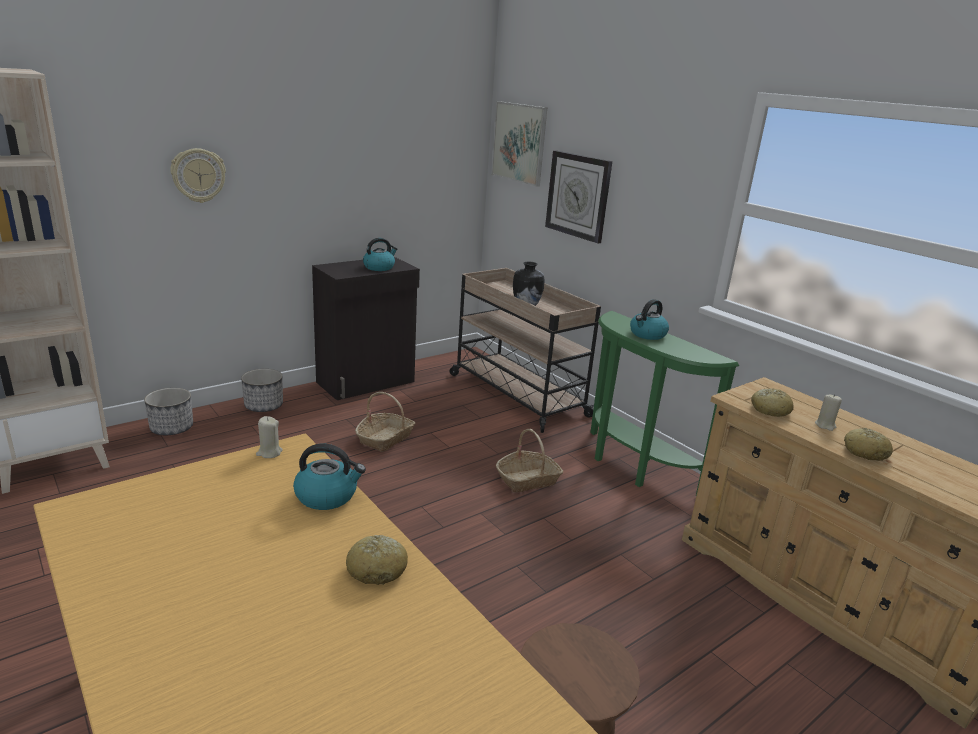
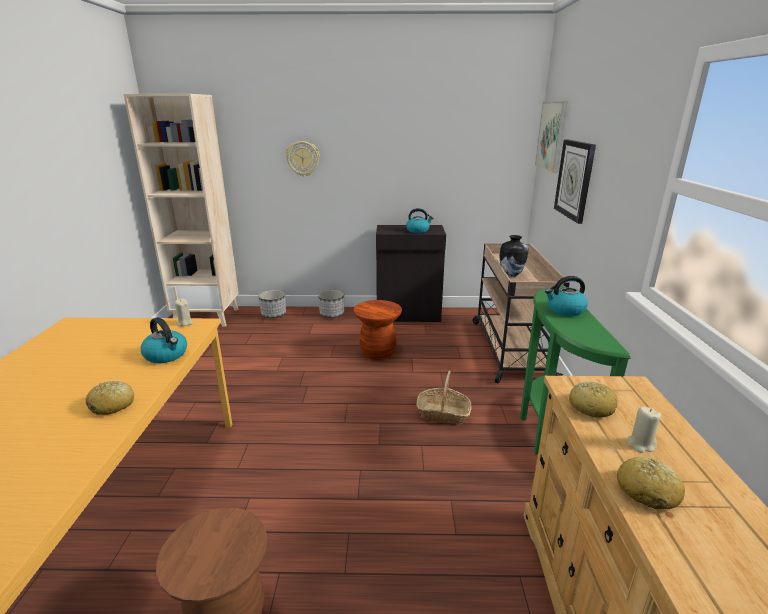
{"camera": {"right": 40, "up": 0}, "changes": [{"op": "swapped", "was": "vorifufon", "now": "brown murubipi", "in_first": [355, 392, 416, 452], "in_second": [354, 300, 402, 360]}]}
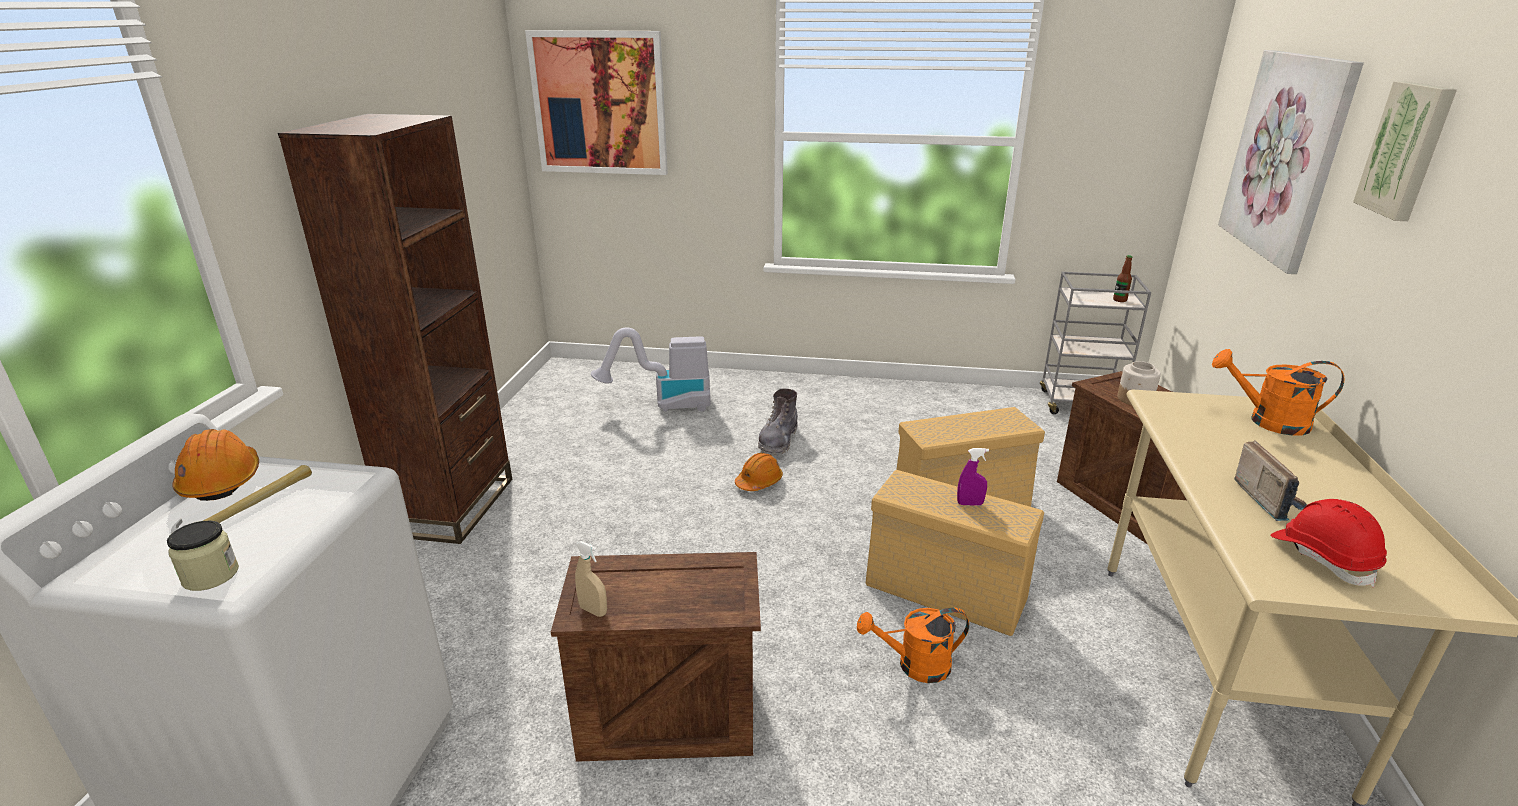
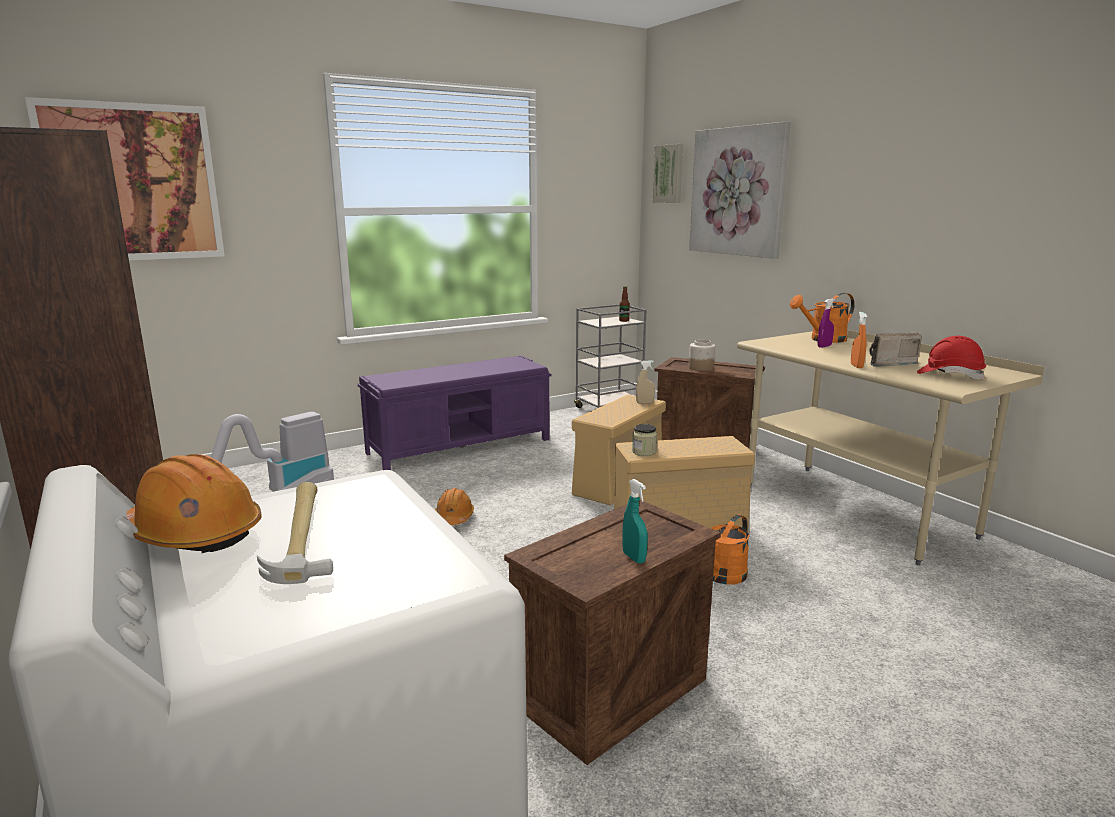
{"camera": {"right": -40, "up": -10}, "changes": [{"op": "gone", "was": "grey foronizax", "in_first": [758, 389, 798, 456]}, {"op": "new", "now": "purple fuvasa", "in_second": [358, 356, 551, 470]}, {"op": "new", "now": "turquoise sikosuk", "in_second": [622, 479, 648, 564]}, {"op": "new", "now": "orange sikosuk", "in_second": [851, 312, 867, 368]}, {"op": "shifted", "was": "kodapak", "in_first": [167, 521, 239, 591], "in_second": [632, 424, 657, 456]}, {"op": "shifted", "was": "beige sikosuk", "in_first": [575, 541, 607, 617], "in_second": [636, 360, 655, 404]}, {"op": "shifted", "was": "purple sikosuk", "in_first": [957, 448, 989, 506], "in_second": [817, 298, 835, 348]}, {"op": "shifted", "was": "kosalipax", "in_first": [1353, 81, 1457, 221], "in_second": [653, 144, 683, 203]}, {"op": "rotated", "was": "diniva", "in_first": [1234, 440, 1307, 521], "in_second": [869, 333, 922, 367], "clockwise": -60}]}
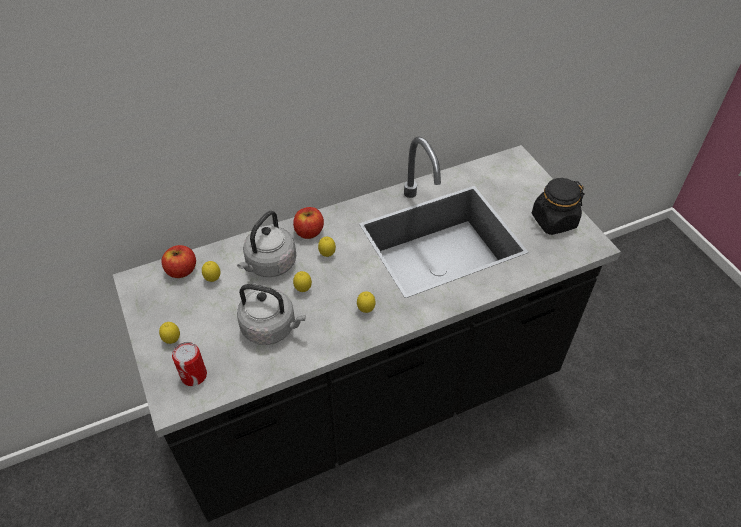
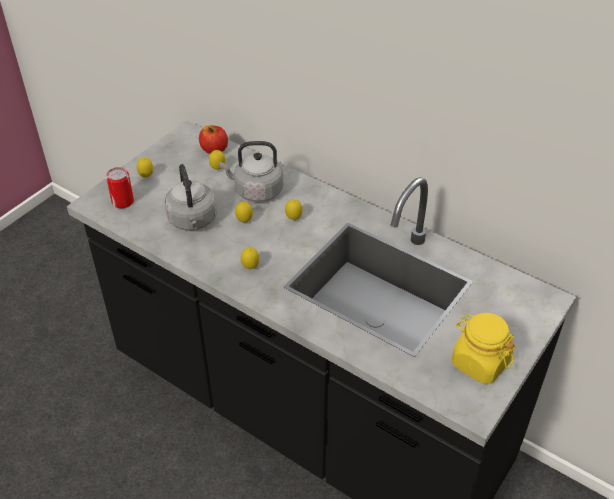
{"camera": {"right": 60, "up": -5}, "changes": [{"op": "gone", "was": "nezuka", "in_first": [293, 207, 324, 239]}, {"op": "repainted", "was": "black kodapak", "now": "yellow kodapak", "in_first": [532, 178, 585, 235], "in_second": [452, 313, 515, 384]}]}
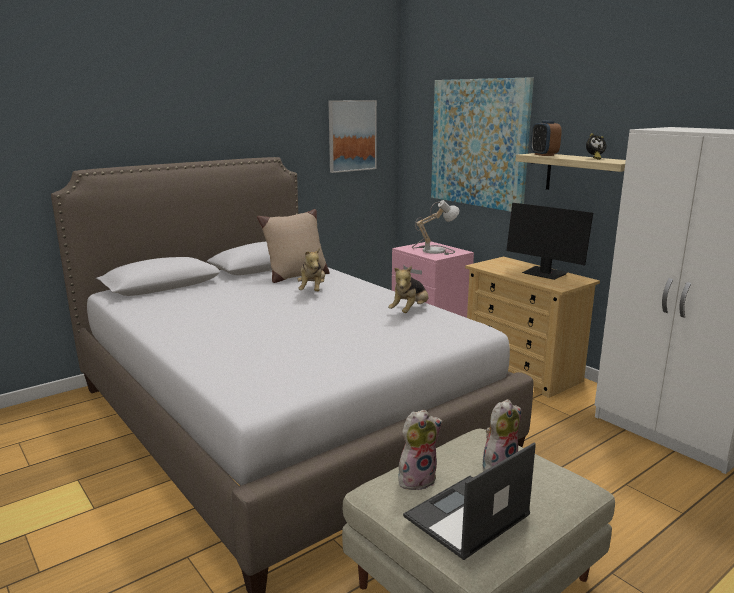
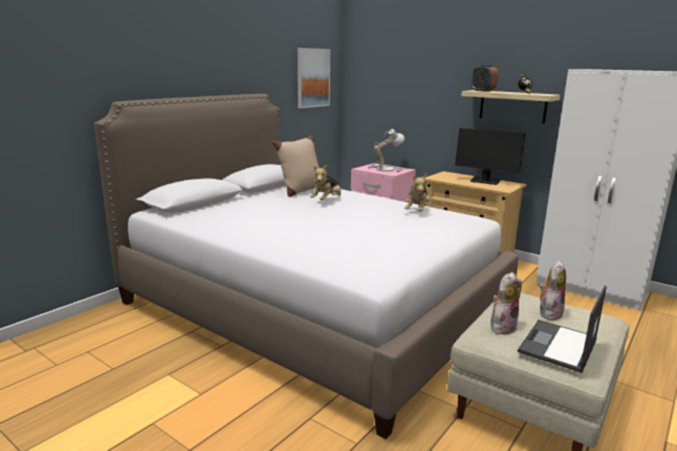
{"camera": {"right": -15, "up": 0}, "changes": [{"op": "gone", "was": "kosalipax", "in_first": [431, 77, 534, 212]}, {"op": "rotated", "was": "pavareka", "in_first": [297, 248, 325, 291], "in_second": [310, 165, 341, 201], "clockwise": 45}]}
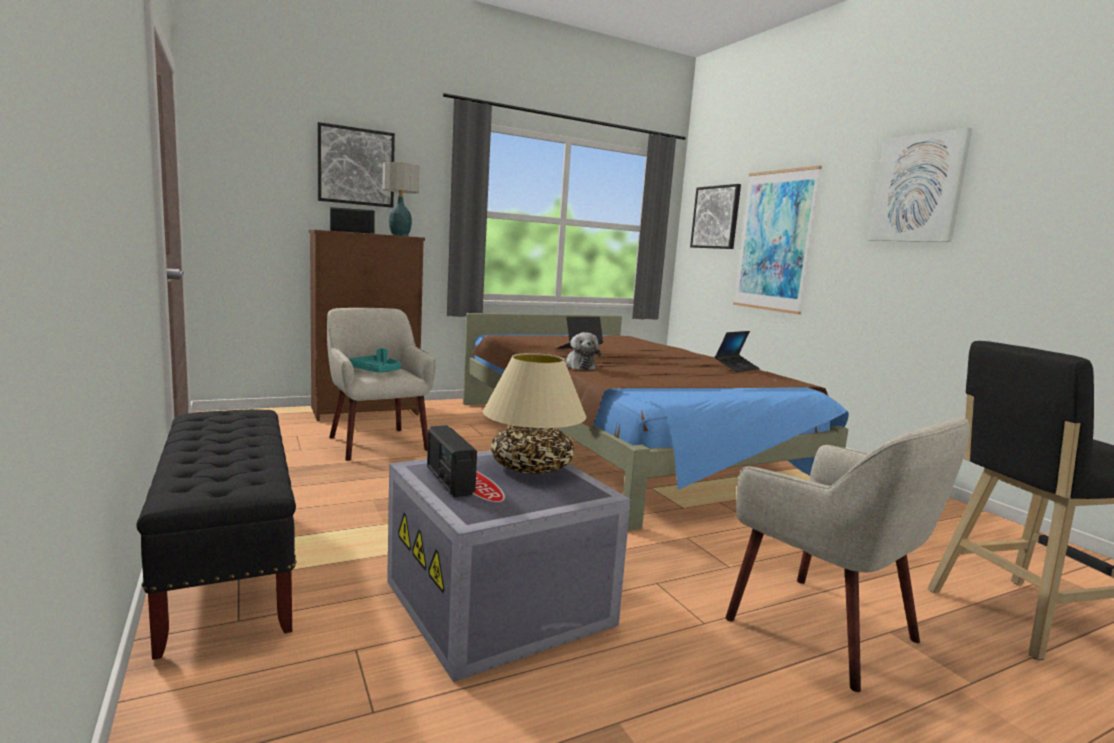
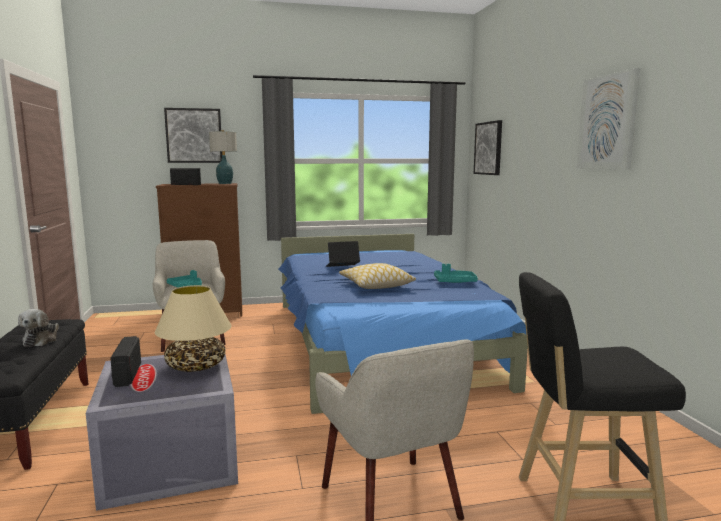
{"camera": {"right": 15, "up": 0}, "changes": [{"op": "gone", "was": "kosalipax", "in_first": [733, 166, 822, 315]}, {"op": "new", "now": "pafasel", "in_second": [339, 263, 416, 289]}, {"op": "shifted", "was": "pavareka", "in_first": [566, 332, 601, 370], "in_second": [18, 309, 59, 347]}, {"op": "swapped", "was": "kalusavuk", "now": "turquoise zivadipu", "in_first": [715, 331, 760, 372], "in_second": [434, 264, 478, 283]}, {"op": "repainted", "was": "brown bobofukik", "now": "blue bobofukik", "in_first": [463, 313, 849, 531], "in_second": [278, 234, 528, 414]}]}
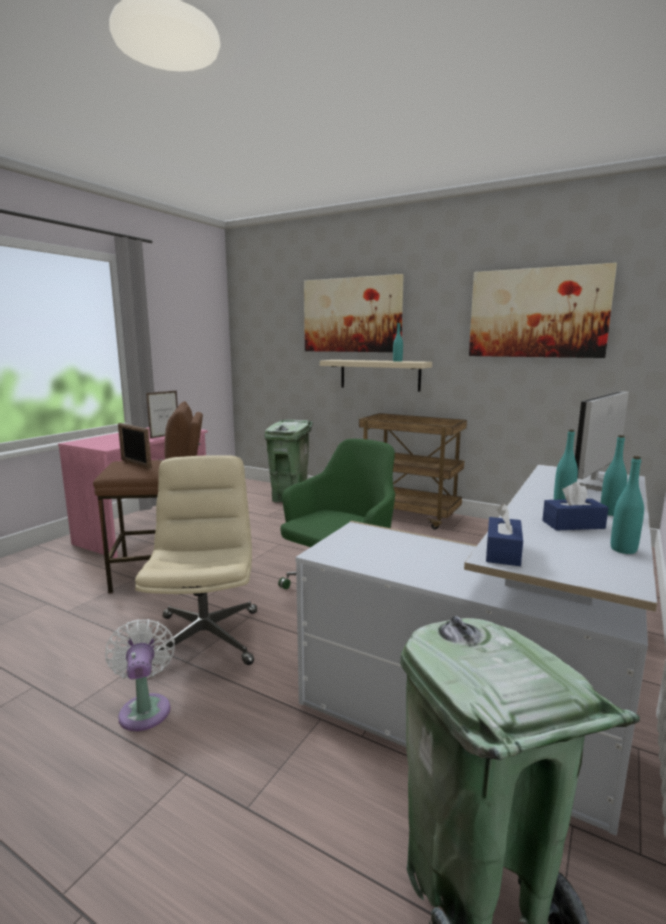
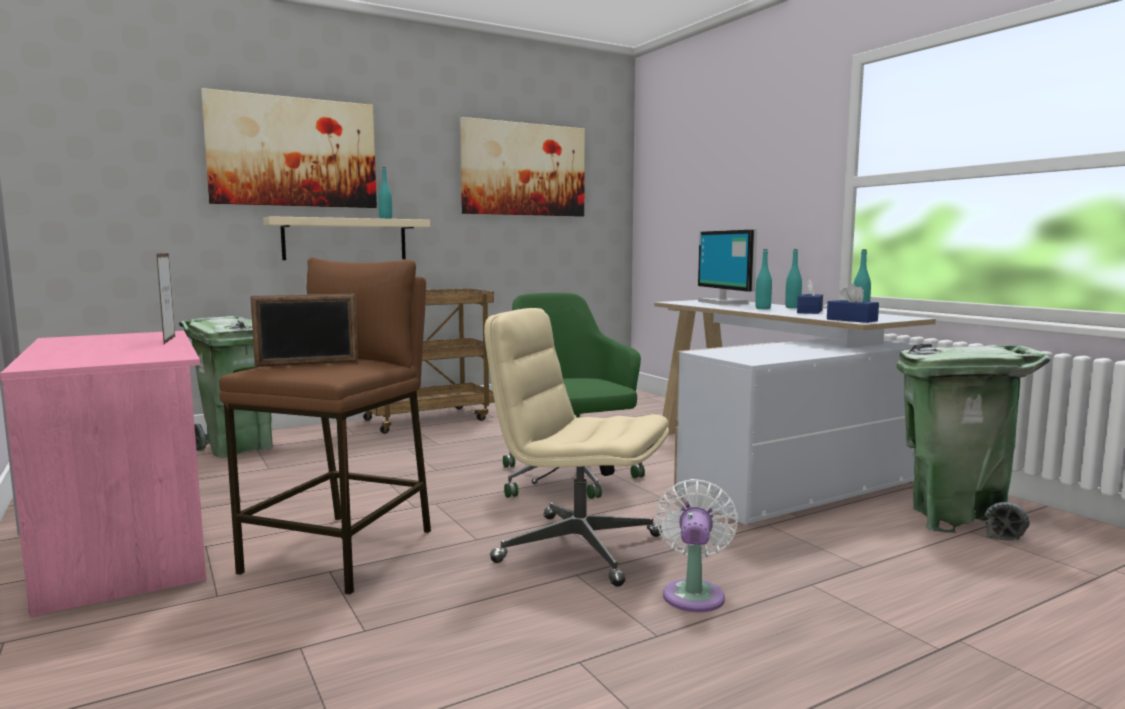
{"camera": {"right": -60, "up": -5}, "changes": [{"op": "rotated", "was": "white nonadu", "in_first": [105, 619, 175, 731], "in_second": [656, 479, 738, 612], "clockwise": 90}]}
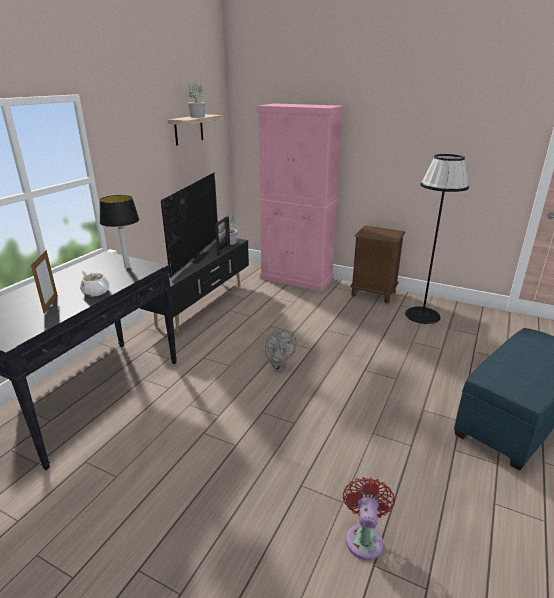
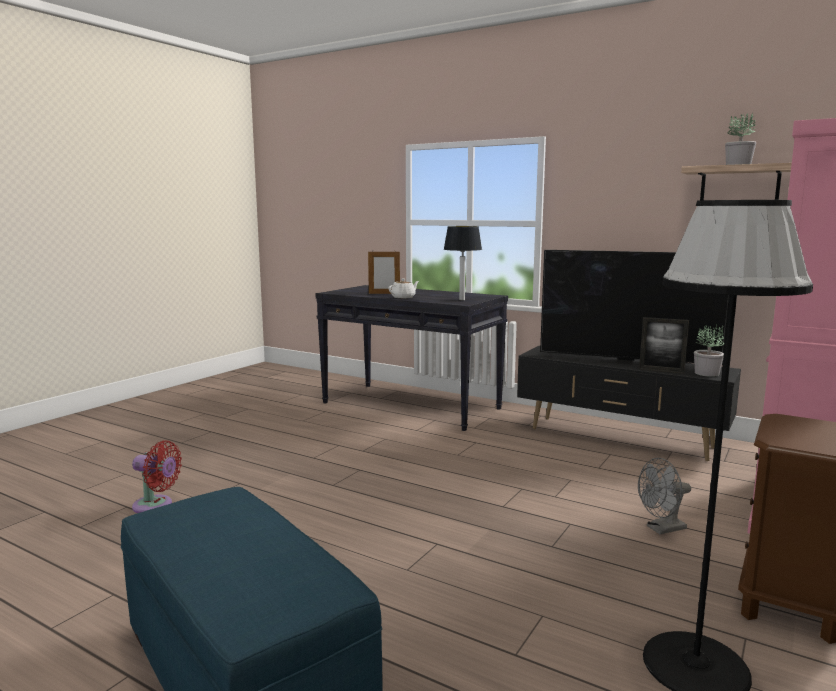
{"camera": {"right": 95, "up": -15}, "changes": [{"op": "shifted", "was": "grey nonadu", "in_first": [265, 330, 297, 371], "in_second": [638, 458, 691, 534]}]}
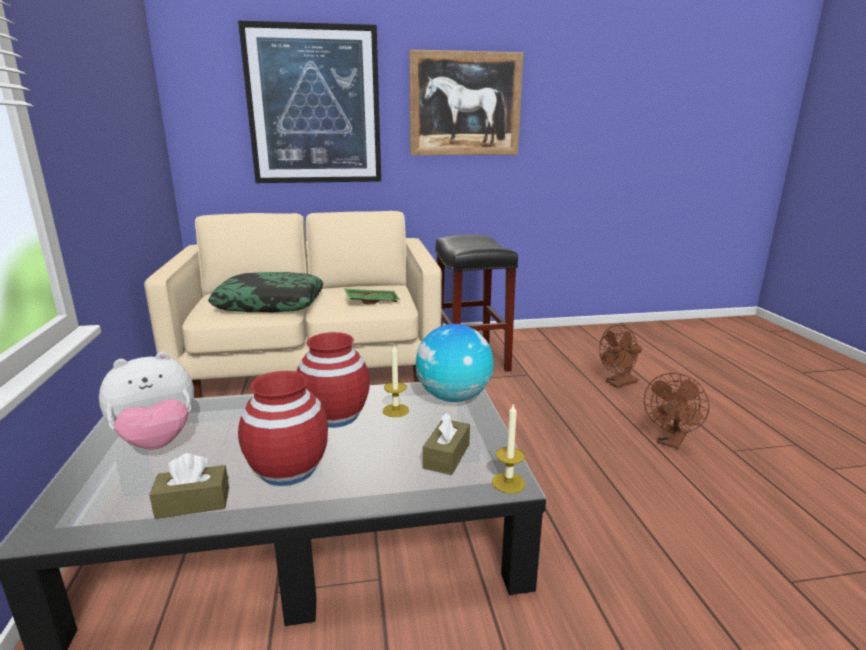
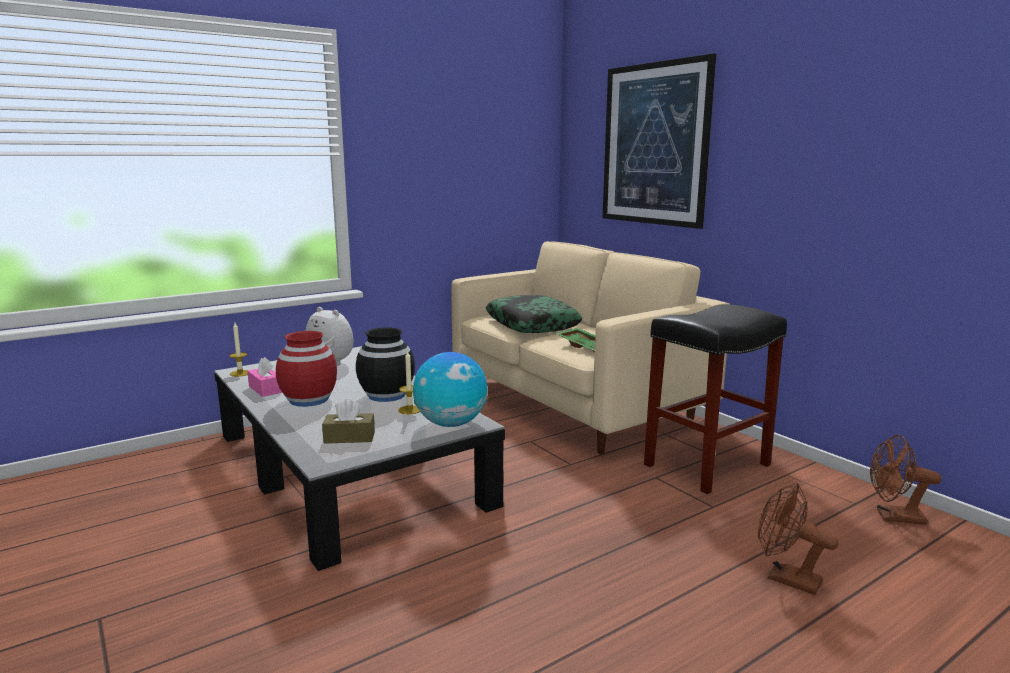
{"camera": {"right": 65, "up": -5}, "changes": [{"op": "gone", "was": "kosalipax", "in_first": [409, 50, 524, 155]}, {"op": "shifted", "was": "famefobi", "in_first": [492, 403, 525, 494], "in_second": [229, 323, 248, 377]}, {"op": "shifted", "was": "brown nonadu", "in_first": [644, 373, 709, 449], "in_second": [870, 435, 942, 525]}, {"op": "repainted", "was": "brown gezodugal", "now": "pink gezodugal", "in_first": [149, 453, 229, 519], "in_second": [247, 357, 282, 397]}, {"op": "repainted", "was": "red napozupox", "now": "black napozupox", "in_first": [297, 332, 370, 428], "in_second": [356, 328, 415, 402]}]}
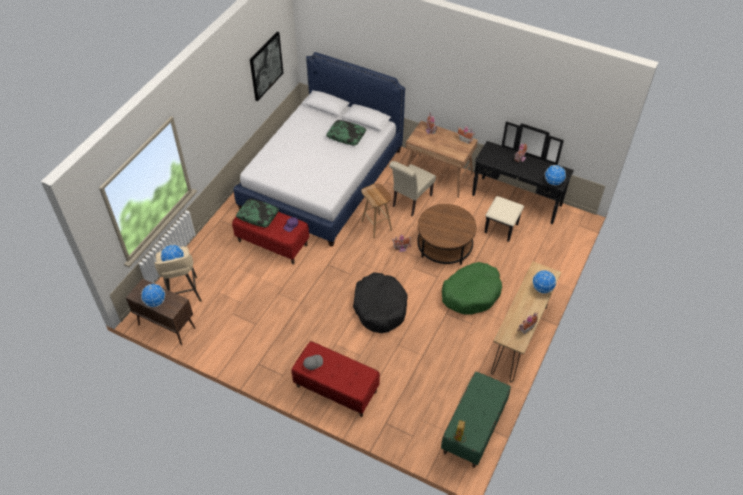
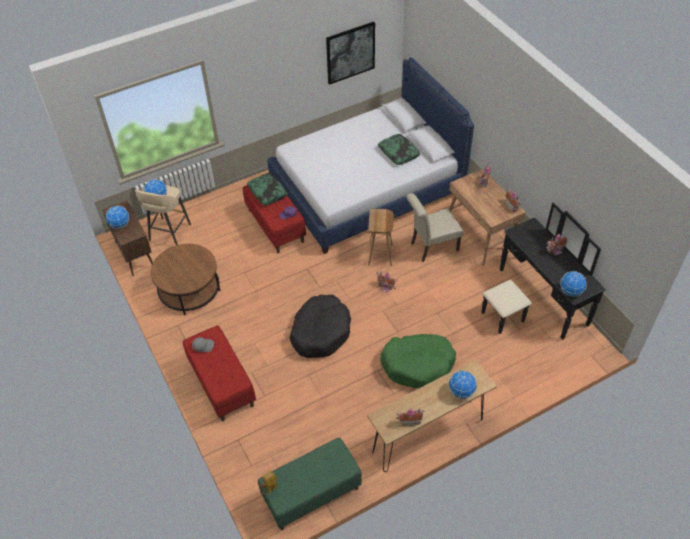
{"camera": {"right": 35, "up": 0}, "changes": [{"op": "shifted", "was": "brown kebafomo", "in_first": [417, 204, 476, 265], "in_second": [151, 244, 220, 315]}]}
